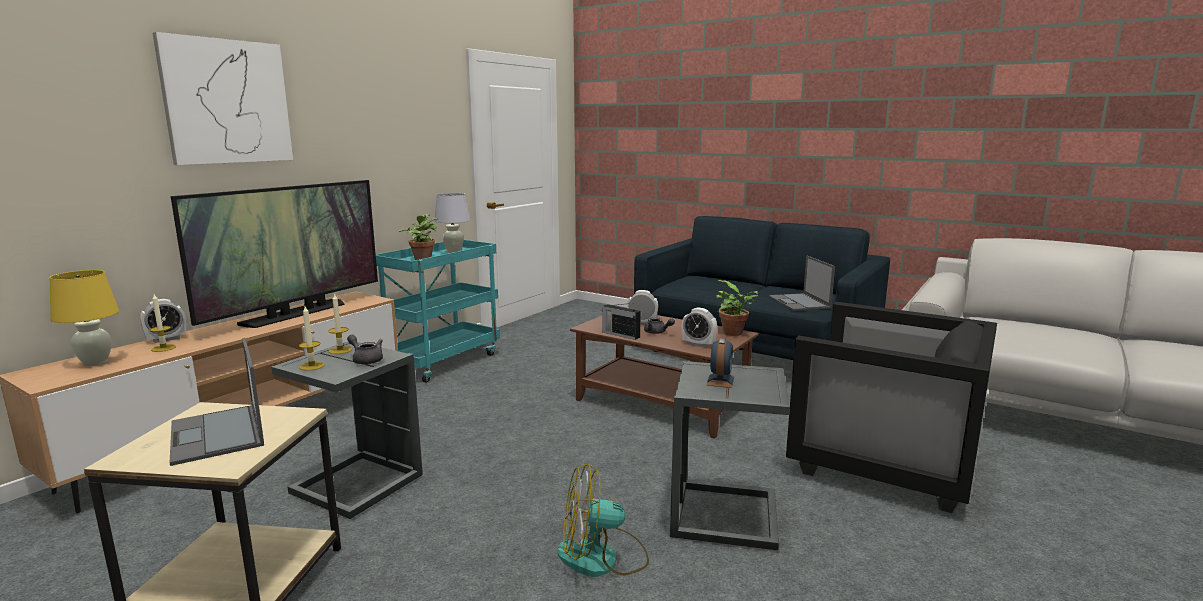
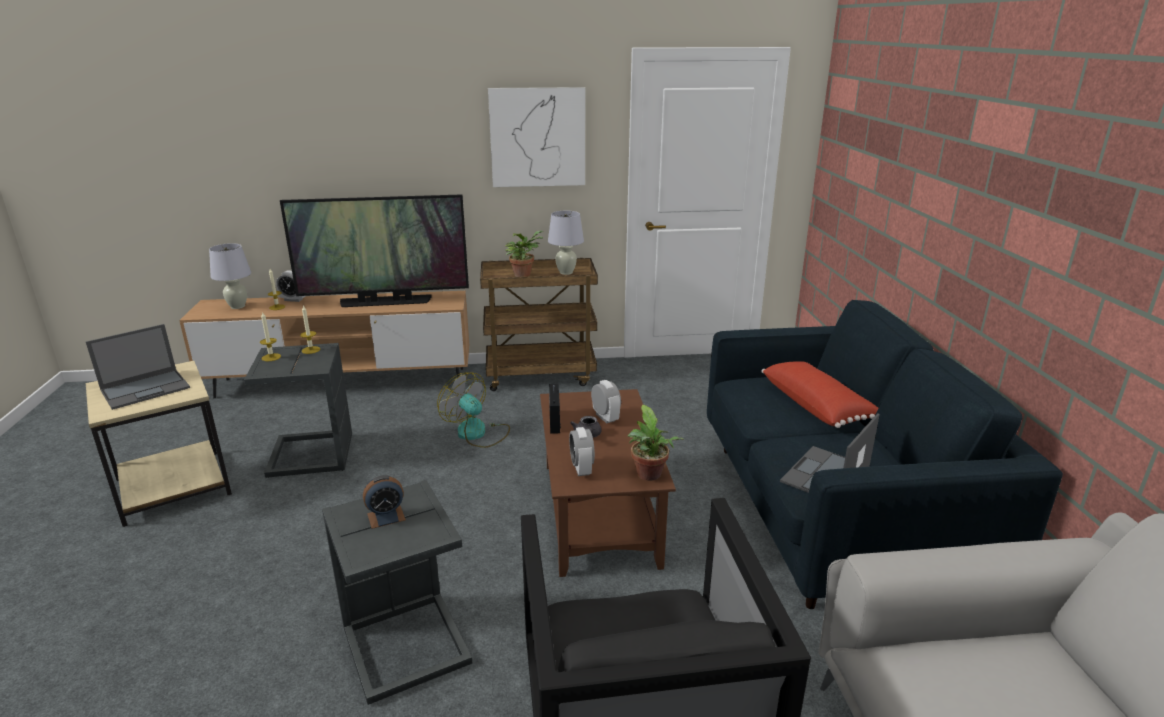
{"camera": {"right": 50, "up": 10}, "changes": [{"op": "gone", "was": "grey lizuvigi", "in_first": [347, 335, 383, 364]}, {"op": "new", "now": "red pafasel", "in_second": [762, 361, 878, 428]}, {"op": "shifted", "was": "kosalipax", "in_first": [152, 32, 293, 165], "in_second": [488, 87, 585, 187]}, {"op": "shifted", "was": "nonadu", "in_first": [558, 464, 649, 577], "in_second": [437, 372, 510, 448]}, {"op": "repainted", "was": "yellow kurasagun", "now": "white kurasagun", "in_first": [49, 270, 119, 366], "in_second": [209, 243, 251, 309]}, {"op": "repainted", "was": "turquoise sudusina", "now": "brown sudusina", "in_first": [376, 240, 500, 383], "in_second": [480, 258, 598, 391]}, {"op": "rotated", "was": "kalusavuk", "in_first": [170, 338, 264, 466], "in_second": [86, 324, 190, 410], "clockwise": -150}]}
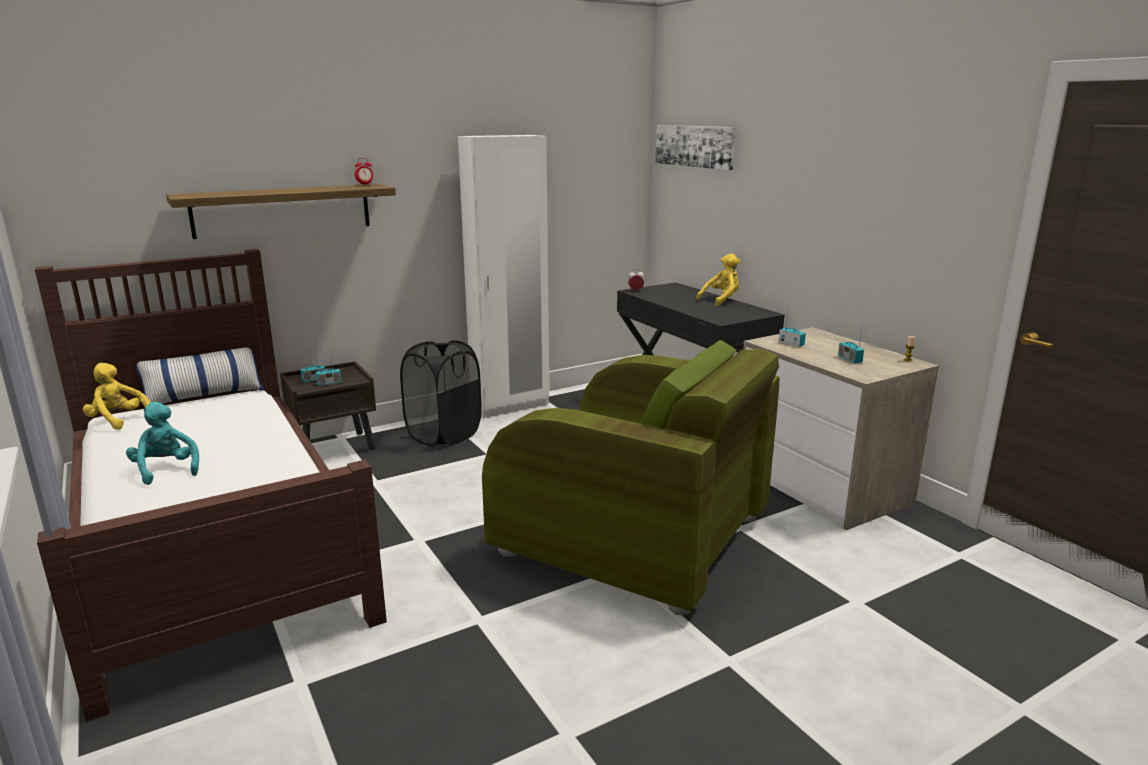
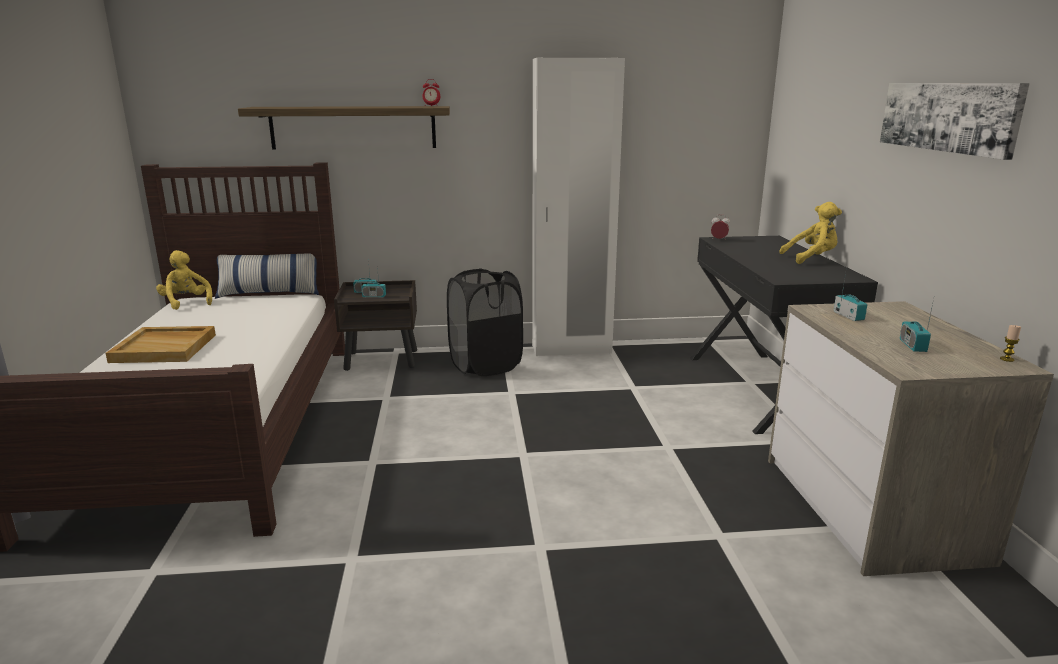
{"camera": {"right": 25, "up": 0}, "changes": [{"op": "gone", "was": "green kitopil", "in_first": [482, 340, 779, 615]}, {"op": "shifted", "was": "kosalipax", "in_first": [655, 125, 736, 170], "in_second": [880, 83, 1030, 160]}, {"op": "swapped", "was": "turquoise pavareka", "now": "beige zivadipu", "in_first": [126, 402, 199, 485], "in_second": [106, 326, 216, 363]}]}
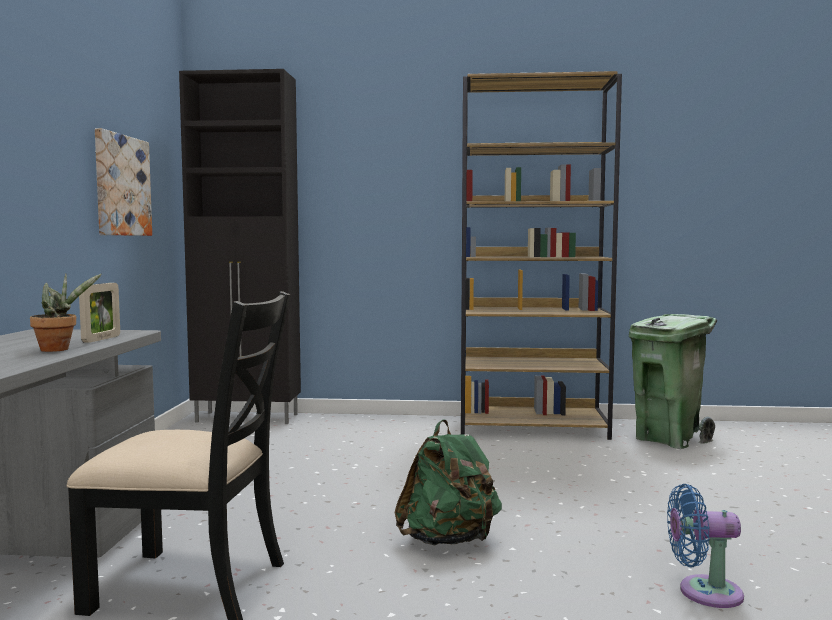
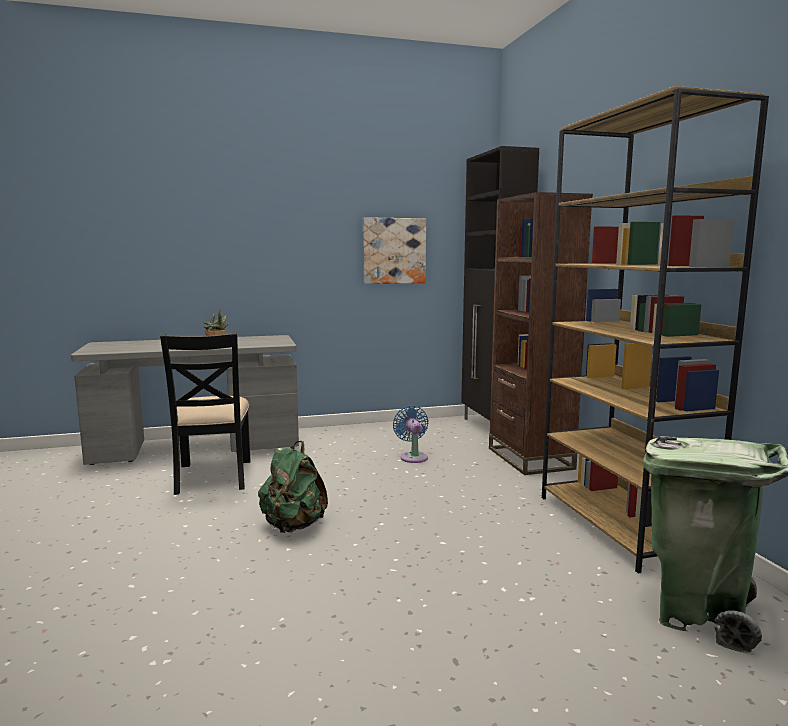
{"camera": {"right": 70, "up": 5}, "changes": [{"op": "gone", "was": "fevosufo", "in_first": [79, 283, 120, 343]}, {"op": "new", "now": "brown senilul", "in_second": [489, 192, 593, 475]}, {"op": "shifted", "was": "blue nonadu", "in_first": [667, 484, 744, 608], "in_second": [393, 406, 428, 463]}]}
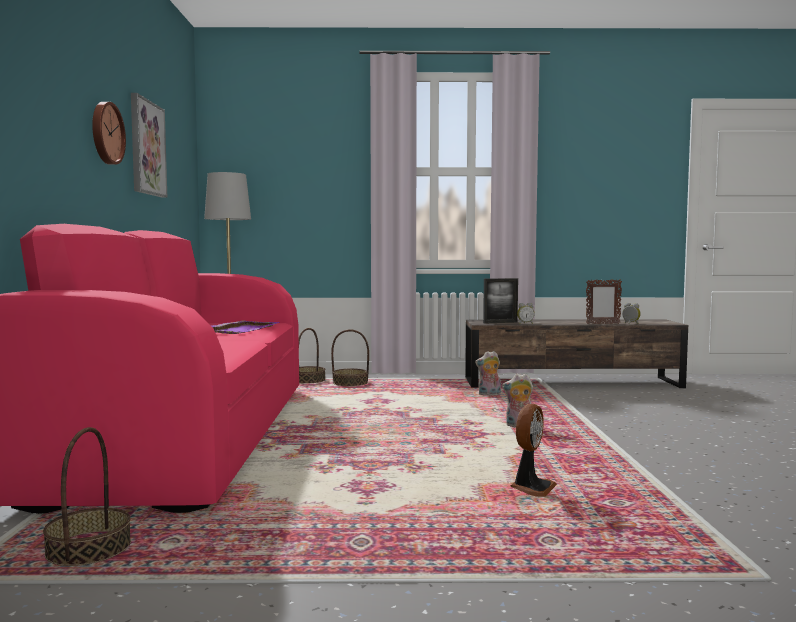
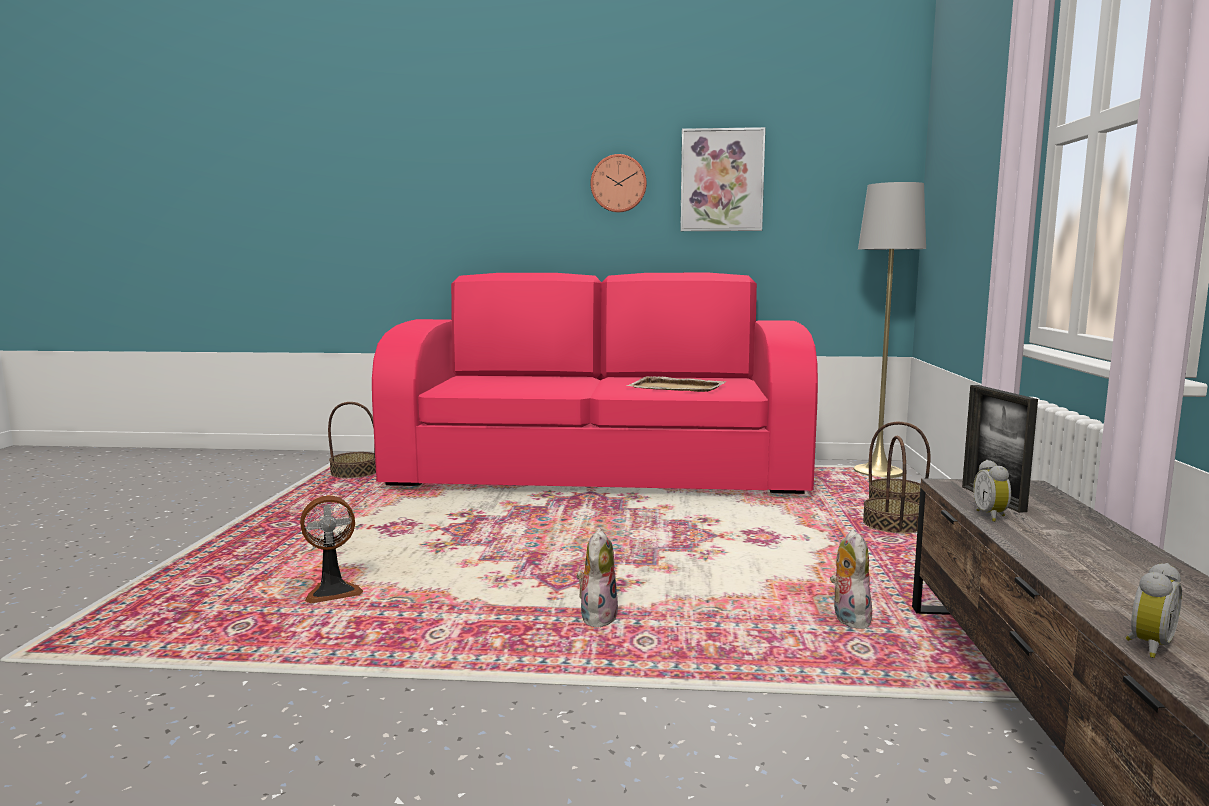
{"camera": {"right": 95, "up": 5}, "changes": [{"op": "gone", "was": "fevosufo", "in_first": [586, 279, 622, 324]}, {"op": "repainted", "was": "purple zivadipu", "now": "beige zivadipu", "in_first": [211, 320, 280, 334], "in_second": [627, 376, 727, 392]}, {"op": "rotated", "was": "nonadu", "in_first": [510, 404, 557, 497], "in_second": [300, 496, 363, 604], "clockwise": -60}]}
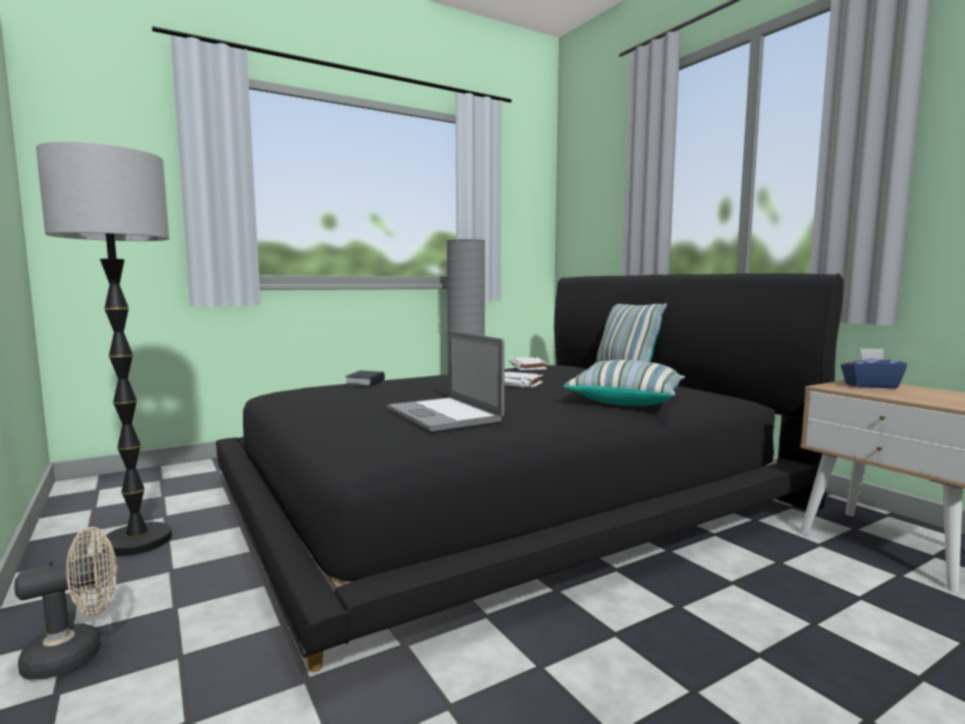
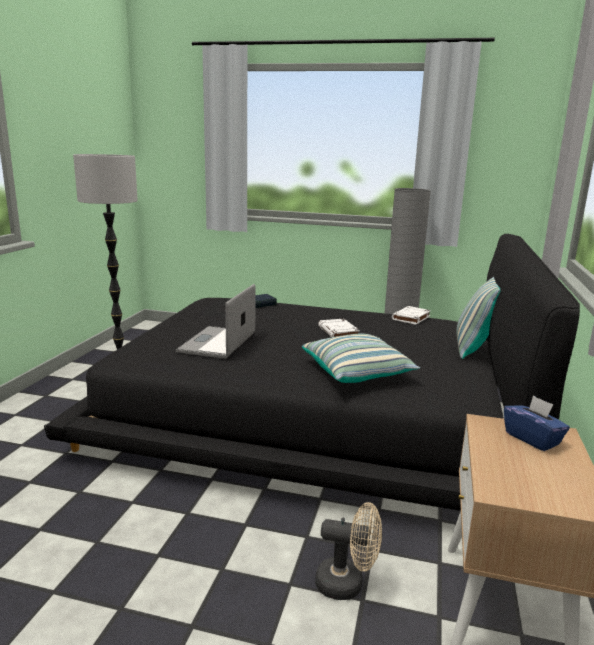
{"camera": {"right": 45, "up": 10}, "changes": [{"op": "shifted", "was": "beige nonadu", "in_first": [14, 527, 117, 680], "in_second": [315, 502, 382, 600]}]}
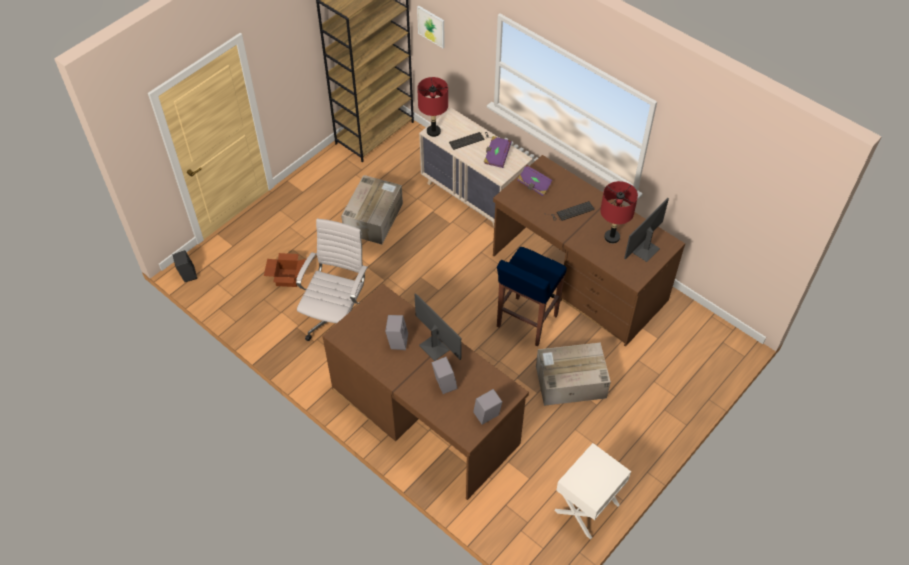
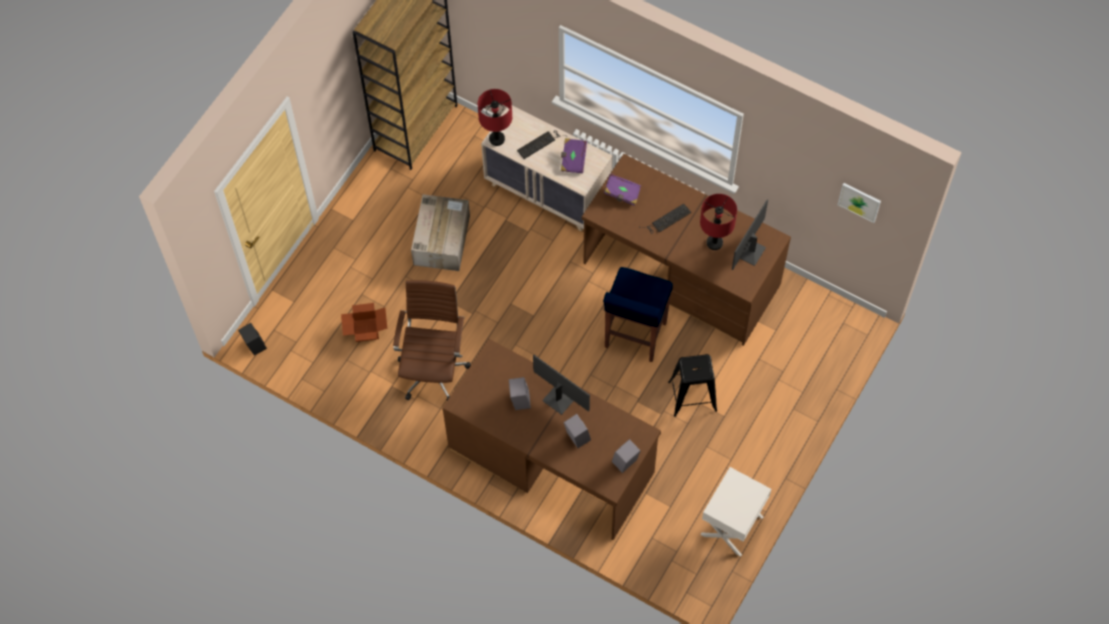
{"camera": {"right": -10, "up": 10}, "changes": [{"op": "shifted", "was": "kosalipax", "in_first": [417, 6, 445, 48], "in_second": [838, 183, 881, 223]}, {"op": "swapped", "was": "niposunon", "now": "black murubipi", "in_first": [536, 342, 611, 406], "in_second": [668, 354, 717, 417]}, {"op": "repainted", "was": "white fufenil", "now": "brown fufenil", "in_first": [296, 219, 368, 341], "in_second": [393, 280, 471, 400]}]}
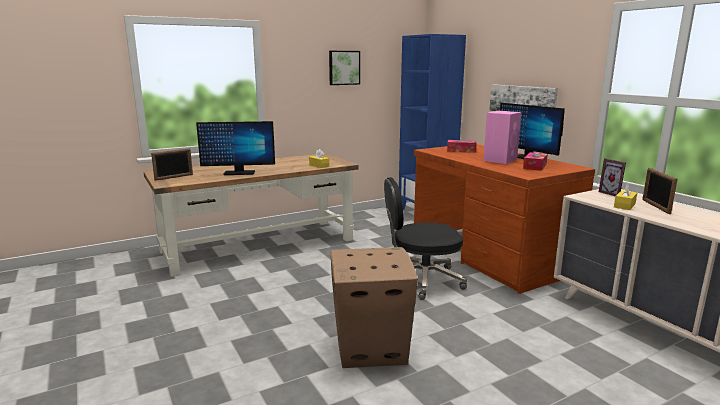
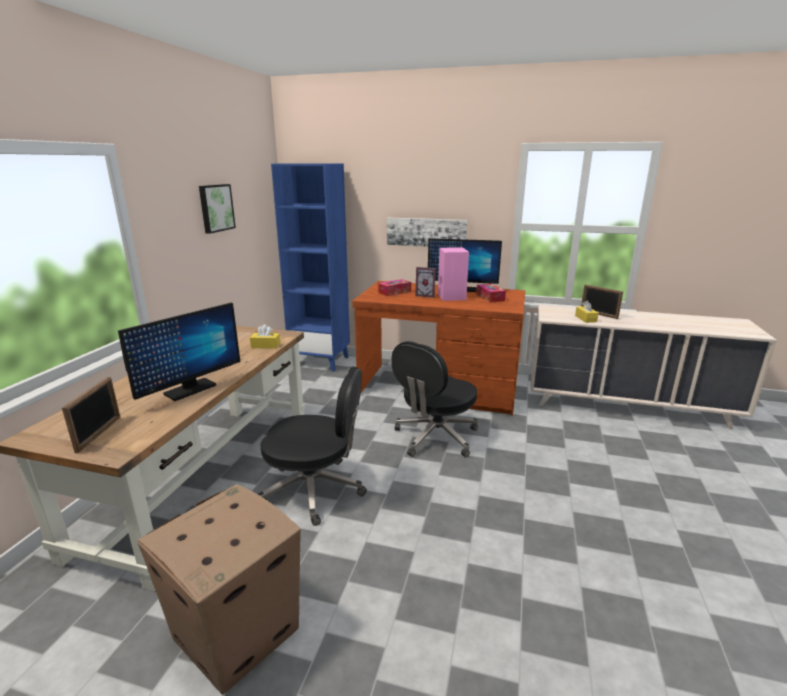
{"camera": {"right": -45, "up": 5}, "changes": [{"op": "new", "now": "black fufenil", "in_second": [258, 366, 367, 526]}, {"op": "shifted", "was": "niposunon", "in_first": [331, 247, 418, 368], "in_second": [137, 484, 301, 695]}, {"op": "shifted", "was": "fevosufo", "in_first": [599, 158, 626, 196], "in_second": [415, 267, 436, 298]}]}
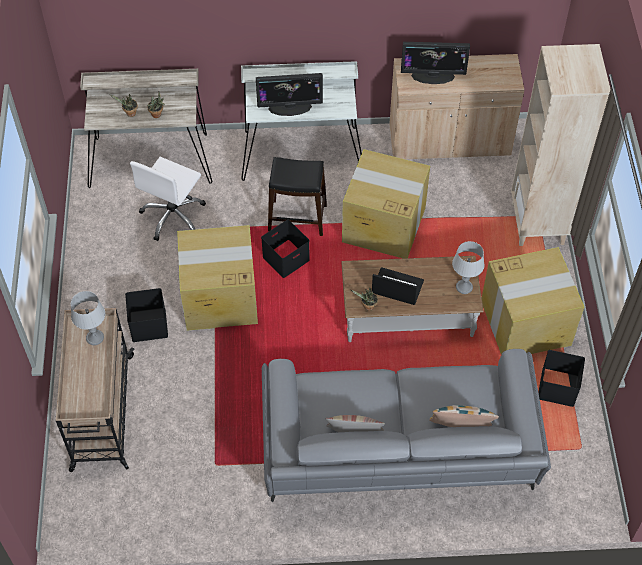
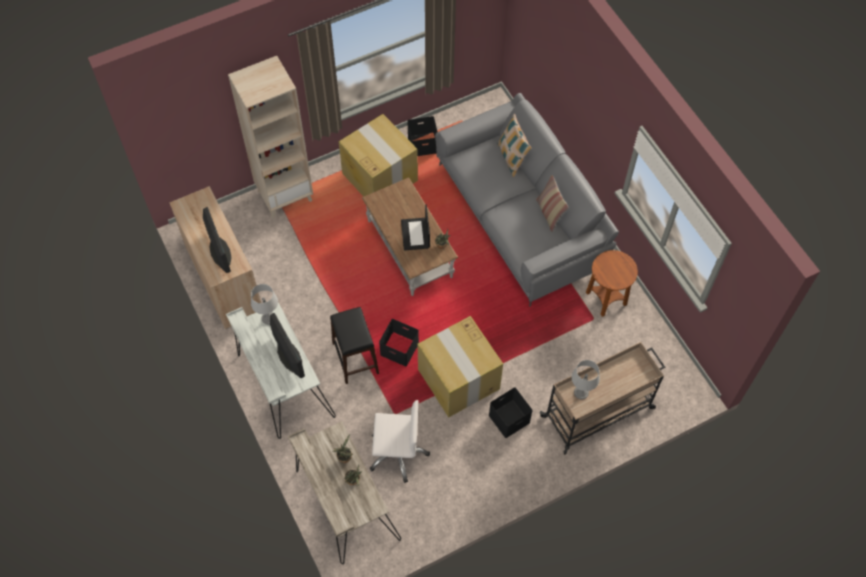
{"camera": {"right": -115, "up": 5}, "changes": [{"op": "gone", "was": "niposunon", "in_first": [342, 149, 430, 259]}, {"op": "new", "now": "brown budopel", "in_second": [586, 250, 638, 317]}, {"op": "shifted", "was": "grey kurasagun", "in_first": [452, 241, 484, 294], "in_second": [251, 284, 278, 325]}]}
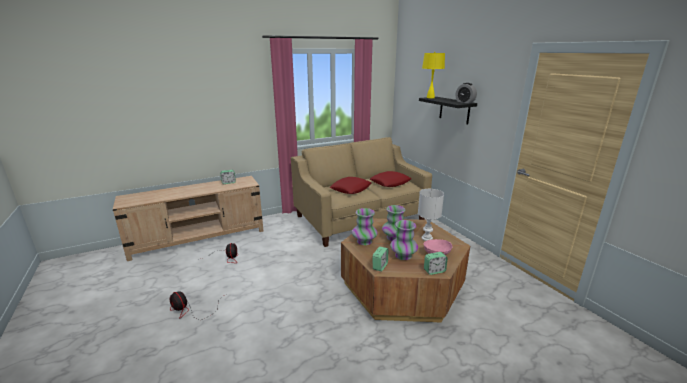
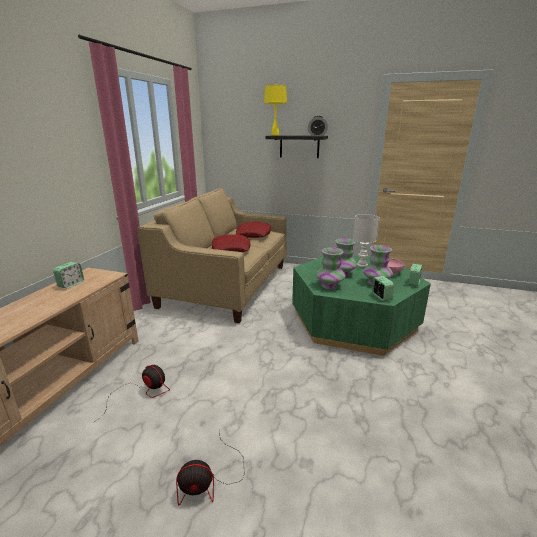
{"camera": {"right": -45, "up": 0}, "changes": [{"op": "repainted", "was": "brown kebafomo", "now": "green kebafomo", "in_first": [341, 219, 470, 322], "in_second": [292, 255, 431, 356]}]}
